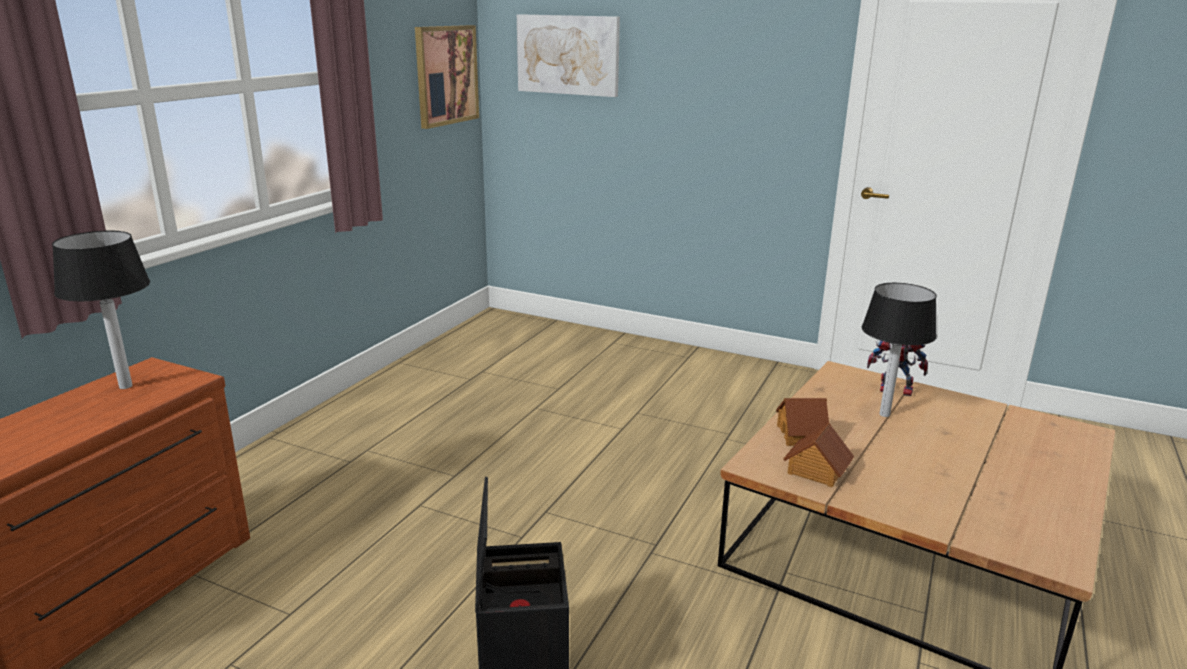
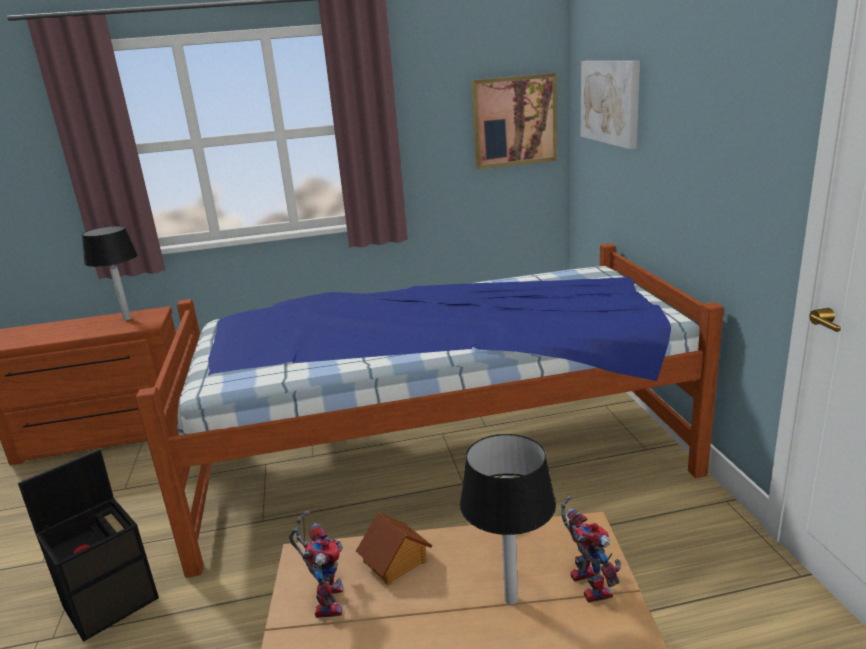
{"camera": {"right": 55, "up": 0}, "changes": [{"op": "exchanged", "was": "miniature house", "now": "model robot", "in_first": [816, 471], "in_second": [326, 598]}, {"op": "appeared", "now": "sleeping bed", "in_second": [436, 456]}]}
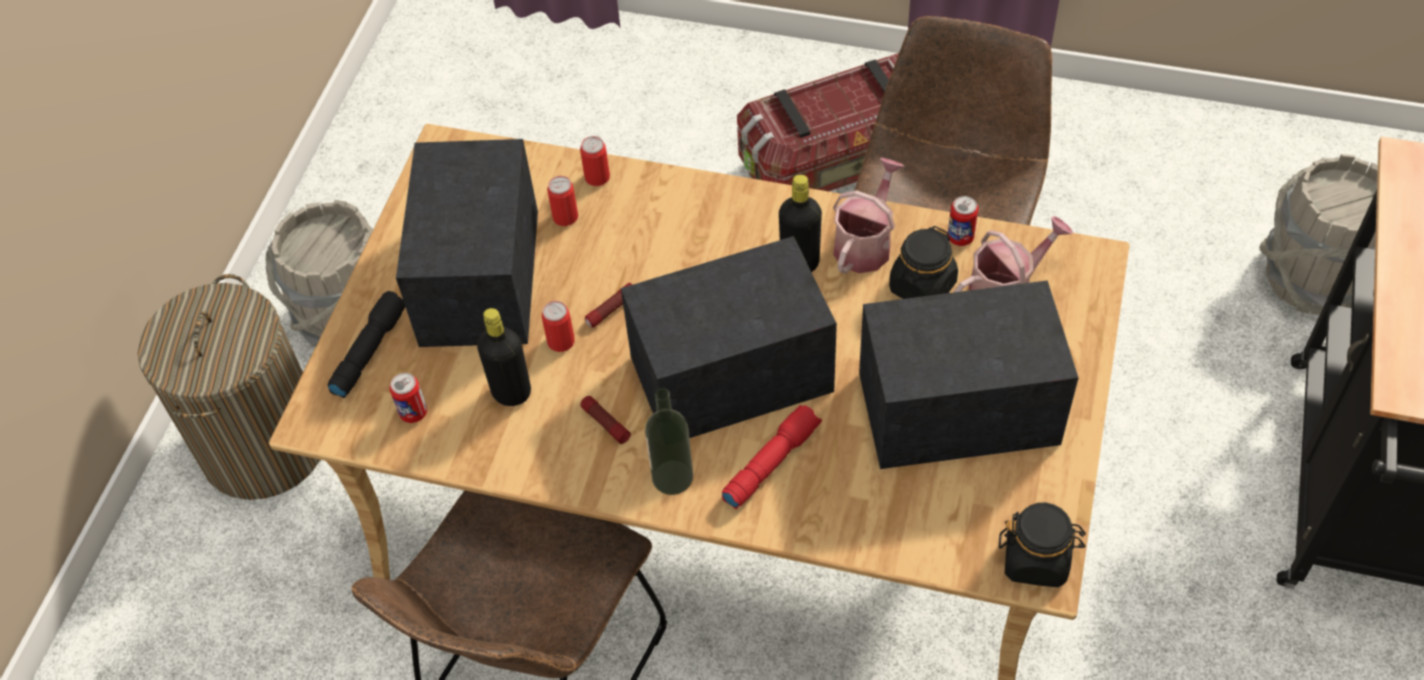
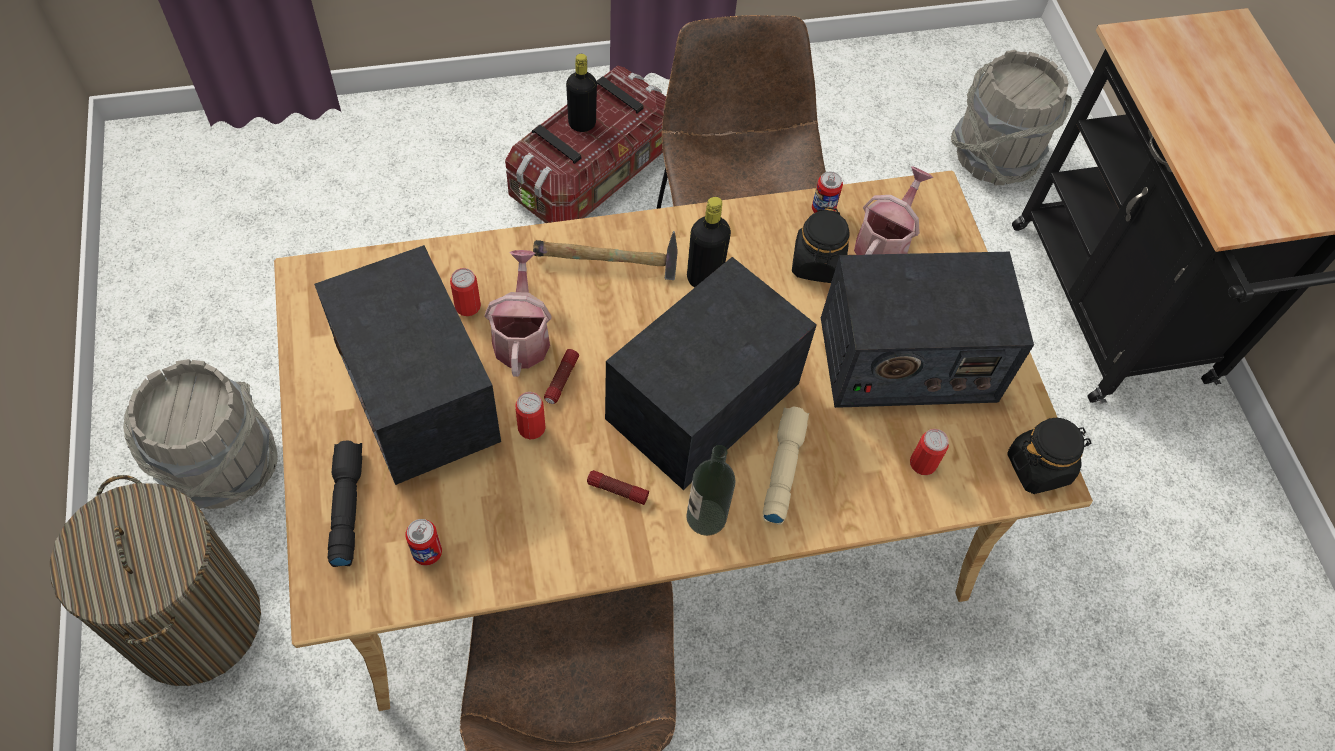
{"camera": {"right": -35, "up": 5}, "changes": [{"op": "relocated", "was": "sealed can", "in_first": [597, 177], "in_second": [923, 463]}, {"op": "relocated", "was": "watering can", "in_first": [865, 243], "in_second": [521, 336]}, {"op": "spun", "was": "radio", "in_first": [959, 408], "in_second": [906, 359], "clockwise": -150}, {"op": "relocated", "was": "beverage bottle/blackish", "in_first": [511, 392], "in_second": [582, 124]}, {"op": "colour", "was": "hand torch/reddish", "now": "hand torch/sand-coloured", "in_first": [770, 462], "in_second": [782, 468]}, {"op": "appeared", "now": "tool hammer", "in_second": [610, 265]}]}
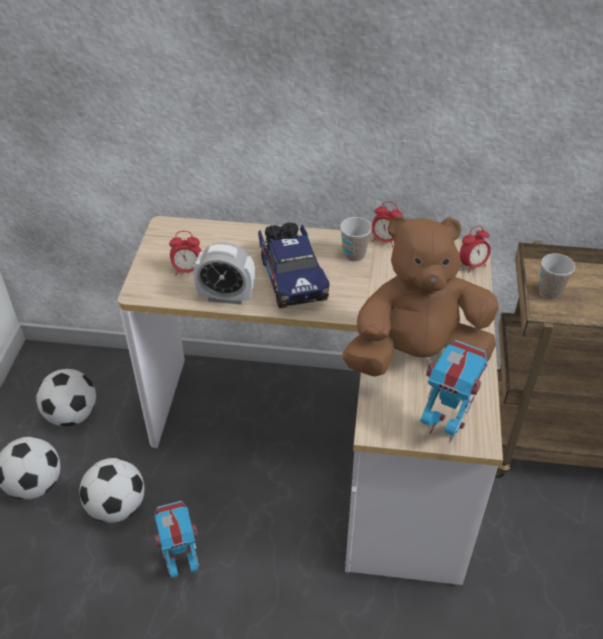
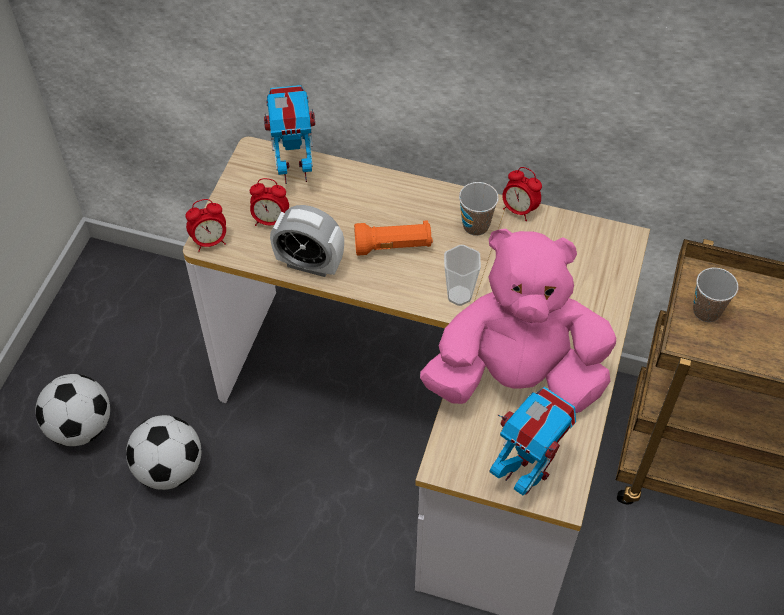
{"camera": {"right": 10, "up": 10}, "changes": [{"op": "colour", "was": "soft toy/brown", "now": "soft toy/pink", "in_first": [416, 356], "in_second": [516, 378]}, {"op": "exchanged", "was": "model truck", "now": "hand torch/orangey", "in_first": [292, 276], "in_second": [393, 247]}, {"op": "relocated", "was": "alarm clock", "in_first": [472, 265], "in_second": [210, 241]}, {"op": "missing", "was": "football", "in_first": [72, 415]}, {"op": "relocated", "was": "model robot", "in_first": [182, 564], "in_second": [294, 172]}, {"op": "appeared", "now": "drinking cup", "in_second": [459, 295]}]}
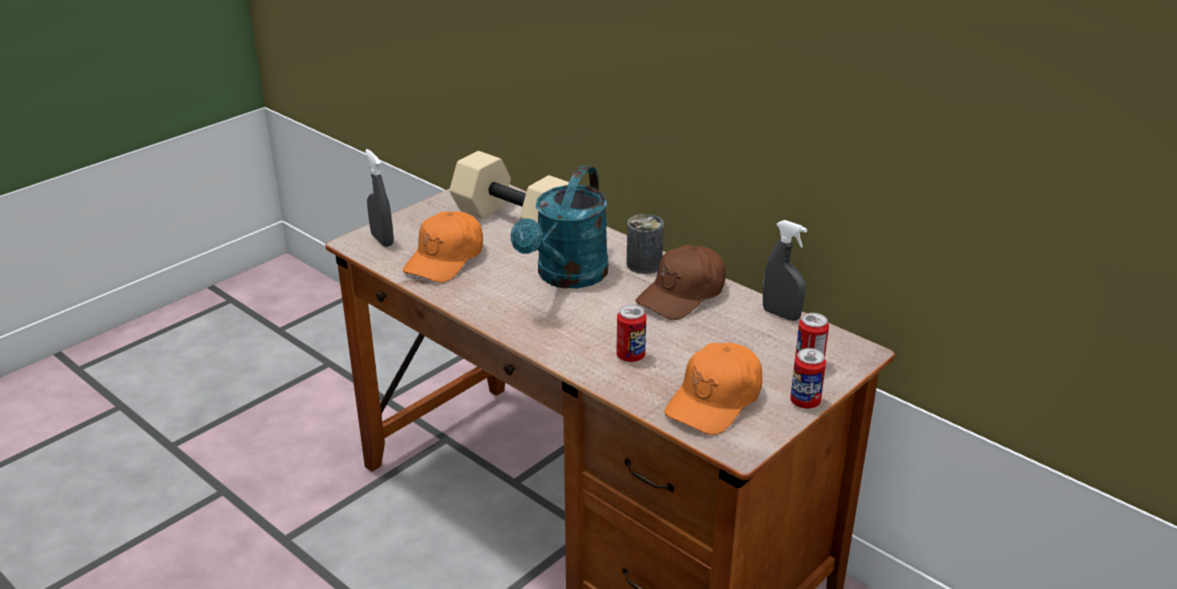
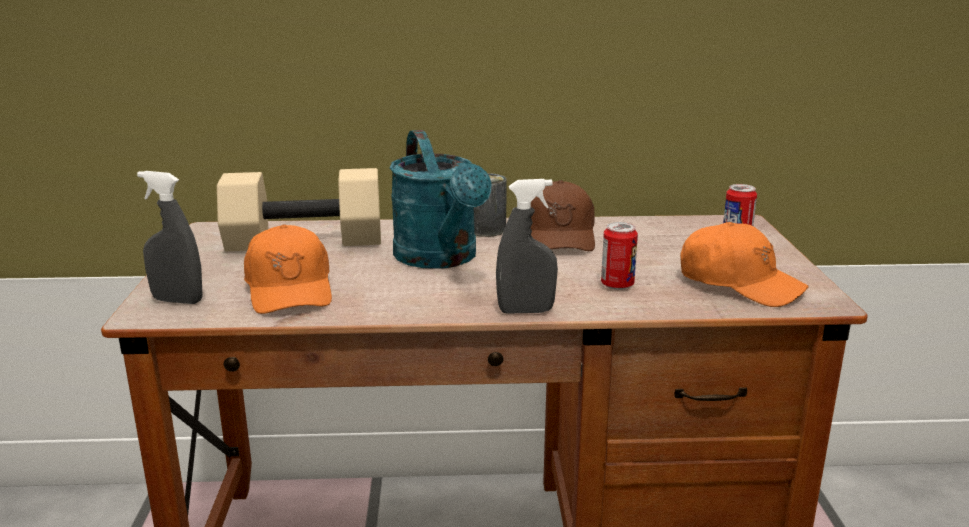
{"camera": {"right": -45, "up": -10}, "changes": [{"op": "relocated", "was": "spray bottle/grey", "in_first": [781, 314], "in_second": [526, 311]}, {"op": "spun", "was": "cap/orangey", "in_first": [715, 401], "in_second": [739, 283], "clockwise": -45}, {"op": "missing", "was": "sealed can", "in_first": [805, 402]}]}
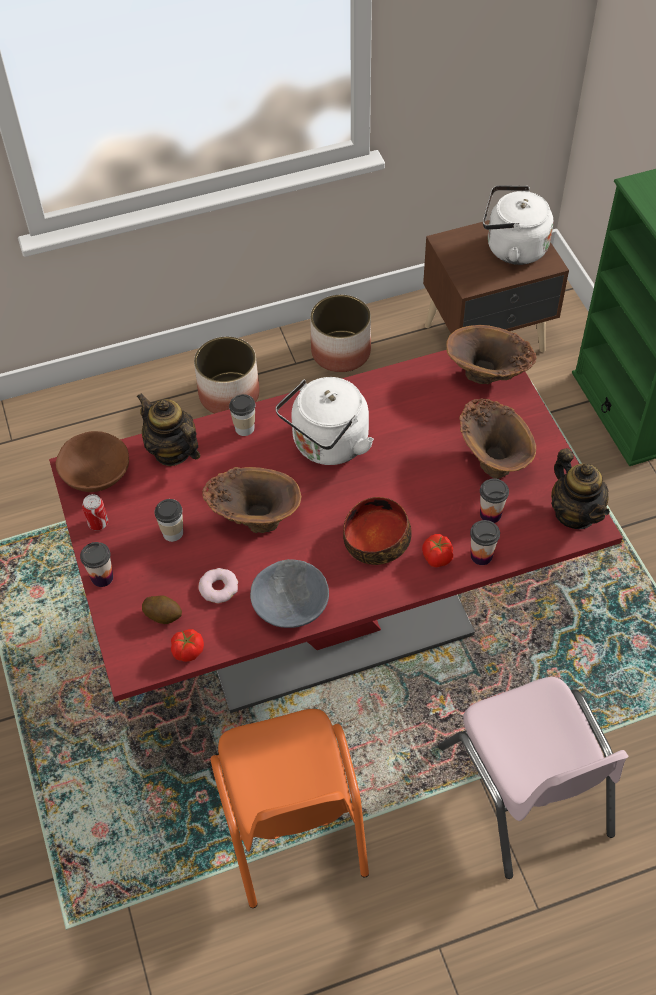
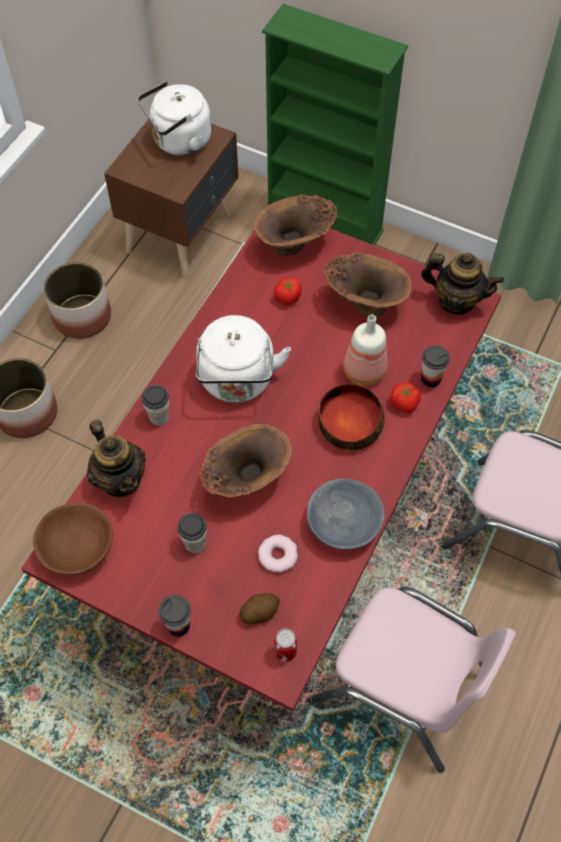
{"camera": {"right": -45, "up": 5}, "changes": [{"op": "spun", "was": "tea pot", "in_first": [172, 451], "in_second": [121, 479], "clockwise": -120}, {"op": "missing", "was": "drinking cup", "in_first": [490, 514]}, {"op": "relocated", "was": "sealed can", "in_first": [98, 523], "in_second": [285, 651]}, {"op": "relocated", "was": "tomato", "in_first": [188, 651], "in_second": [287, 298]}, {"op": "colour", "was": "chair/orangey", "now": "chair/pink", "in_first": [290, 820], "in_second": [403, 687]}, {"op": "appeared", "now": "beverage bottle", "in_second": [363, 371]}]}
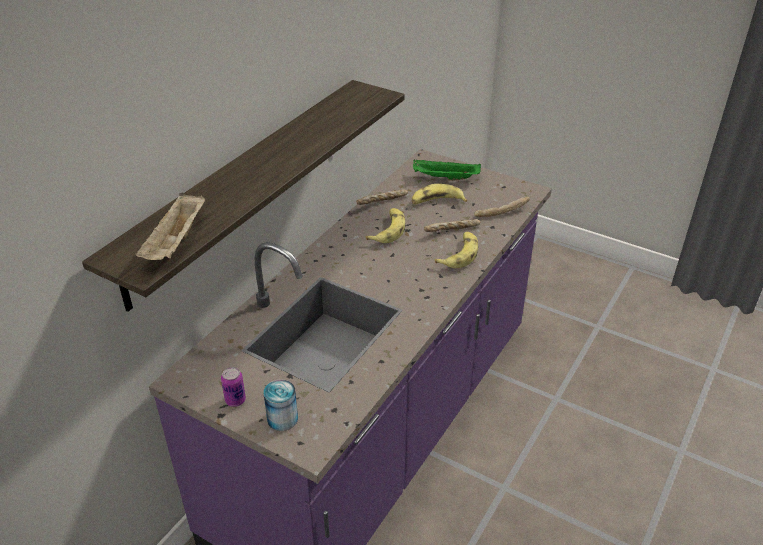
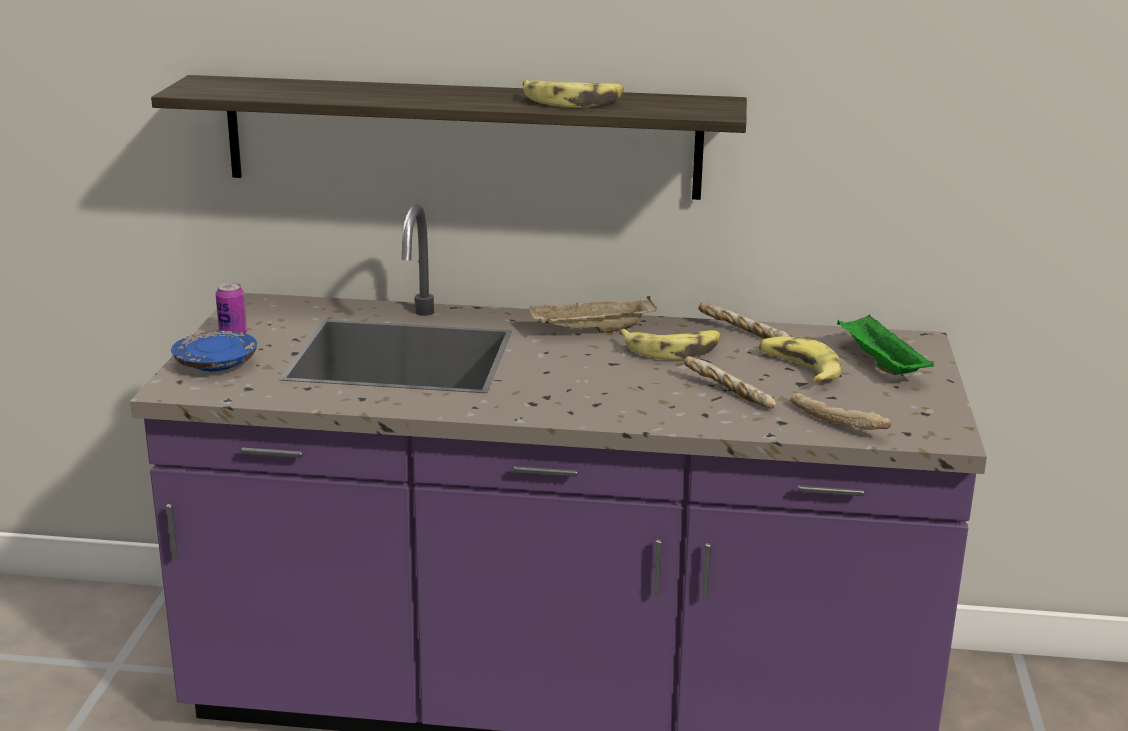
{"camera": {"right": 65, "up": -15}, "changes": [{"op": "relocated", "was": "carrying tray/sand-coloured", "in_first": [176, 242], "in_second": [591, 331]}, {"op": "relocated", "was": "banana", "in_first": [459, 255], "in_second": [572, 102]}, {"op": "exchanged", "was": "sealed can", "now": "flat dish/bluish", "in_first": [282, 419], "in_second": [215, 364]}]}
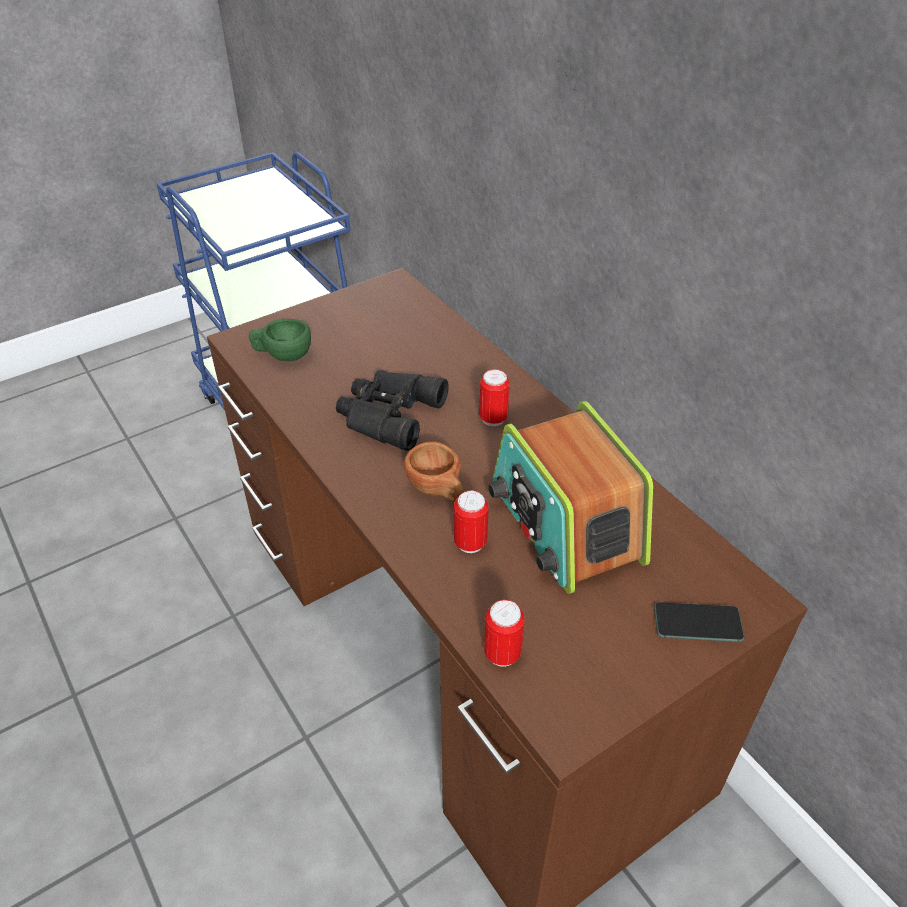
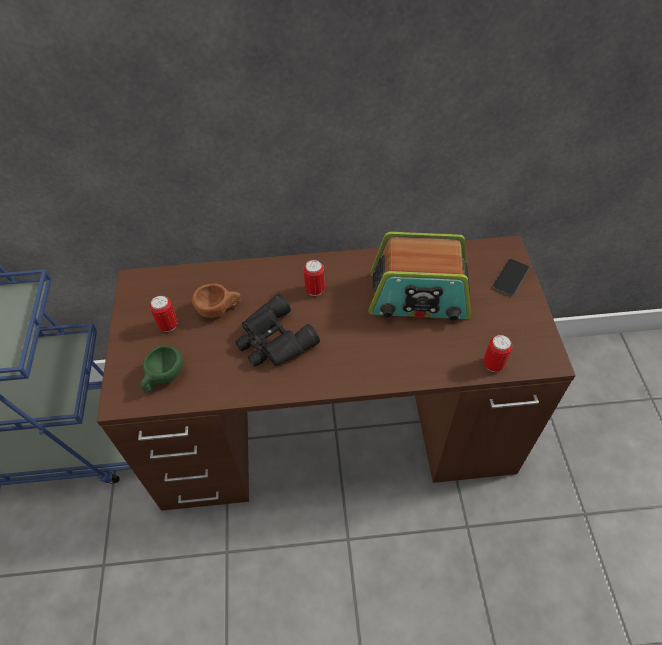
{"camera": {"right": -60, "up": 10}, "changes": [{"op": "relocated", "was": "drinking cup/brown", "in_first": [438, 490], "in_second": [219, 309]}, {"op": "relocated", "was": "sealed can", "in_first": [470, 543], "in_second": [168, 325]}]}
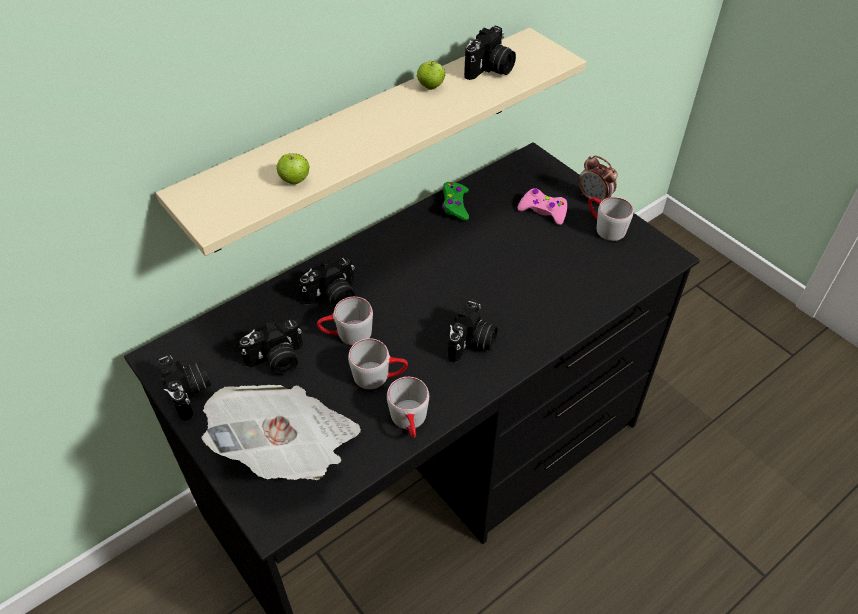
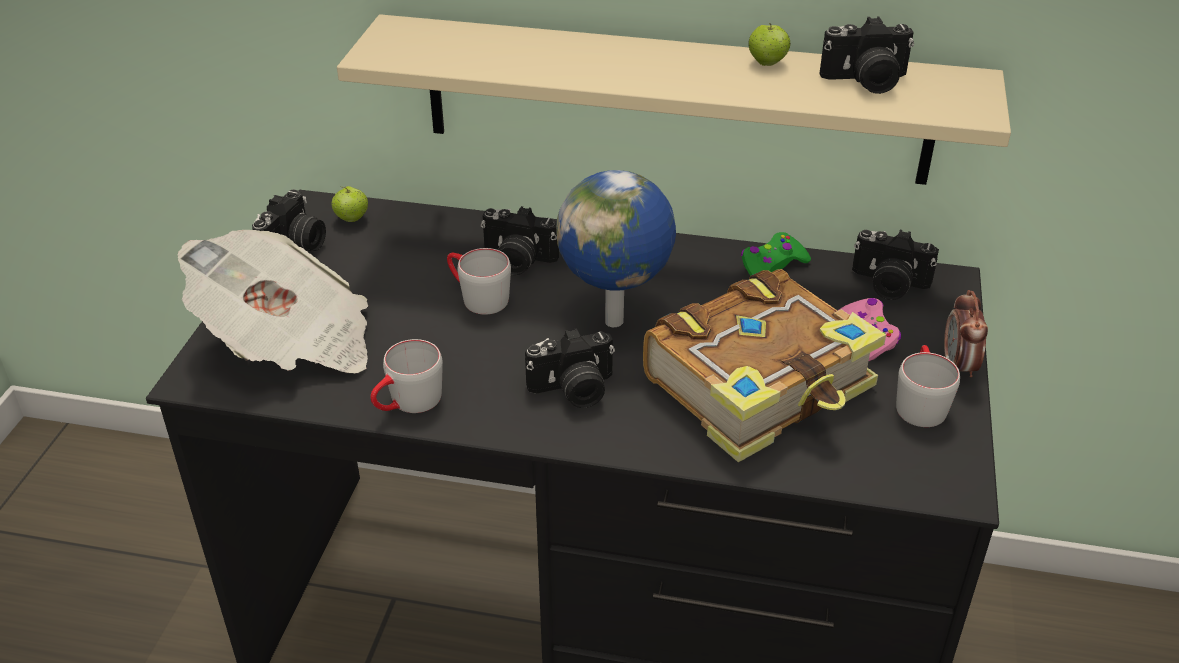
{"camera": {"right": 50, "up": -10}, "changes": [{"op": "relocated", "was": "whole apple", "in_first": [295, 180], "in_second": [352, 219]}, {"op": "relocated", "was": "still camera", "in_first": [277, 360], "in_second": [888, 285]}, {"op": "missing", "was": "coffee mug/grey", "in_first": [379, 376]}, {"op": "appeared", "now": "desk globe", "in_second": [616, 321]}, {"op": "appeared", "now": "volume", "in_second": [761, 385]}]}
